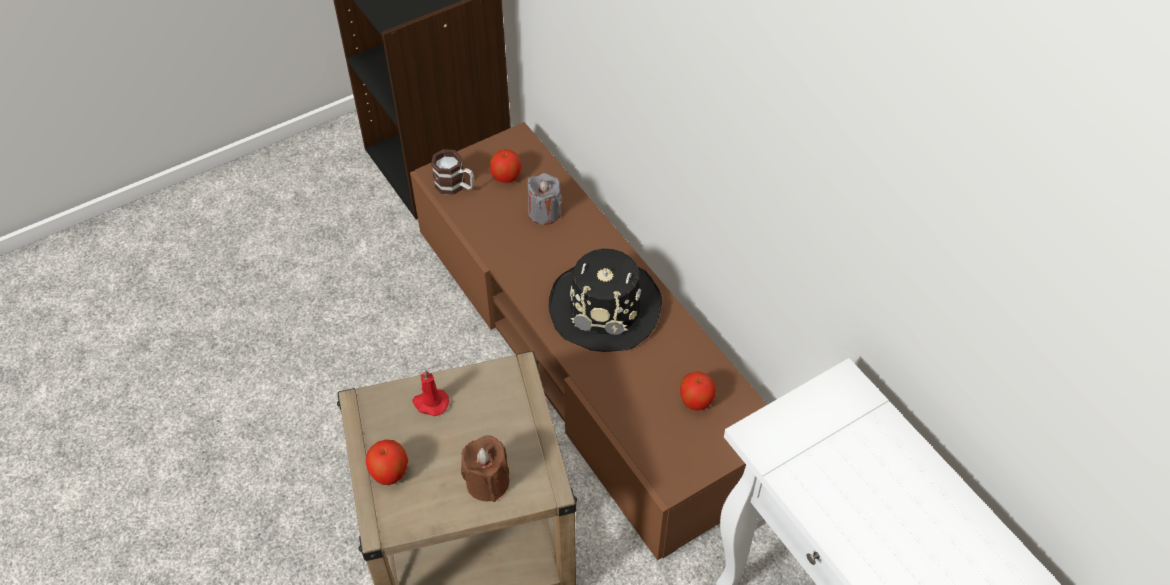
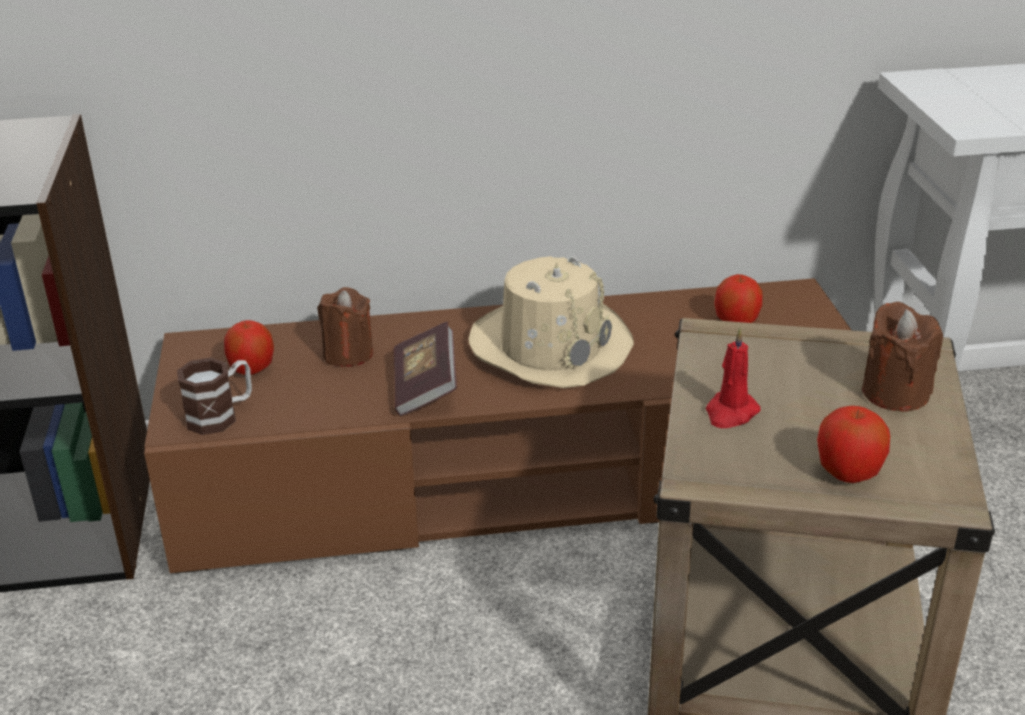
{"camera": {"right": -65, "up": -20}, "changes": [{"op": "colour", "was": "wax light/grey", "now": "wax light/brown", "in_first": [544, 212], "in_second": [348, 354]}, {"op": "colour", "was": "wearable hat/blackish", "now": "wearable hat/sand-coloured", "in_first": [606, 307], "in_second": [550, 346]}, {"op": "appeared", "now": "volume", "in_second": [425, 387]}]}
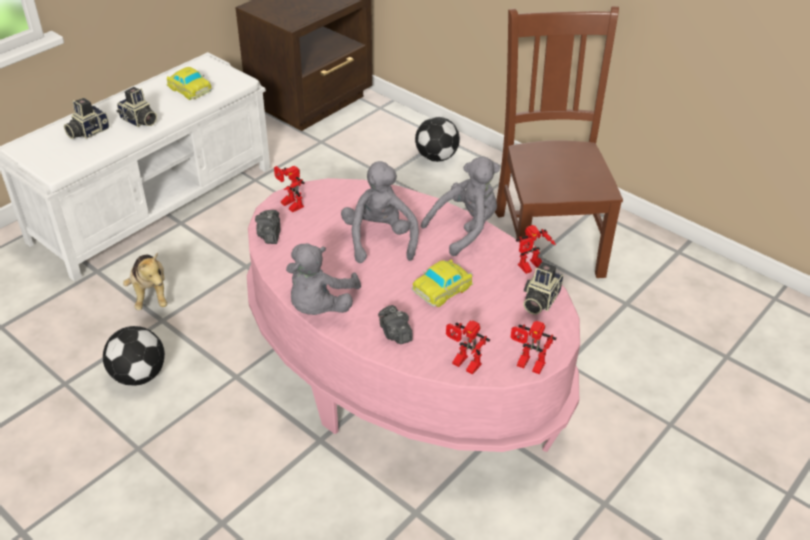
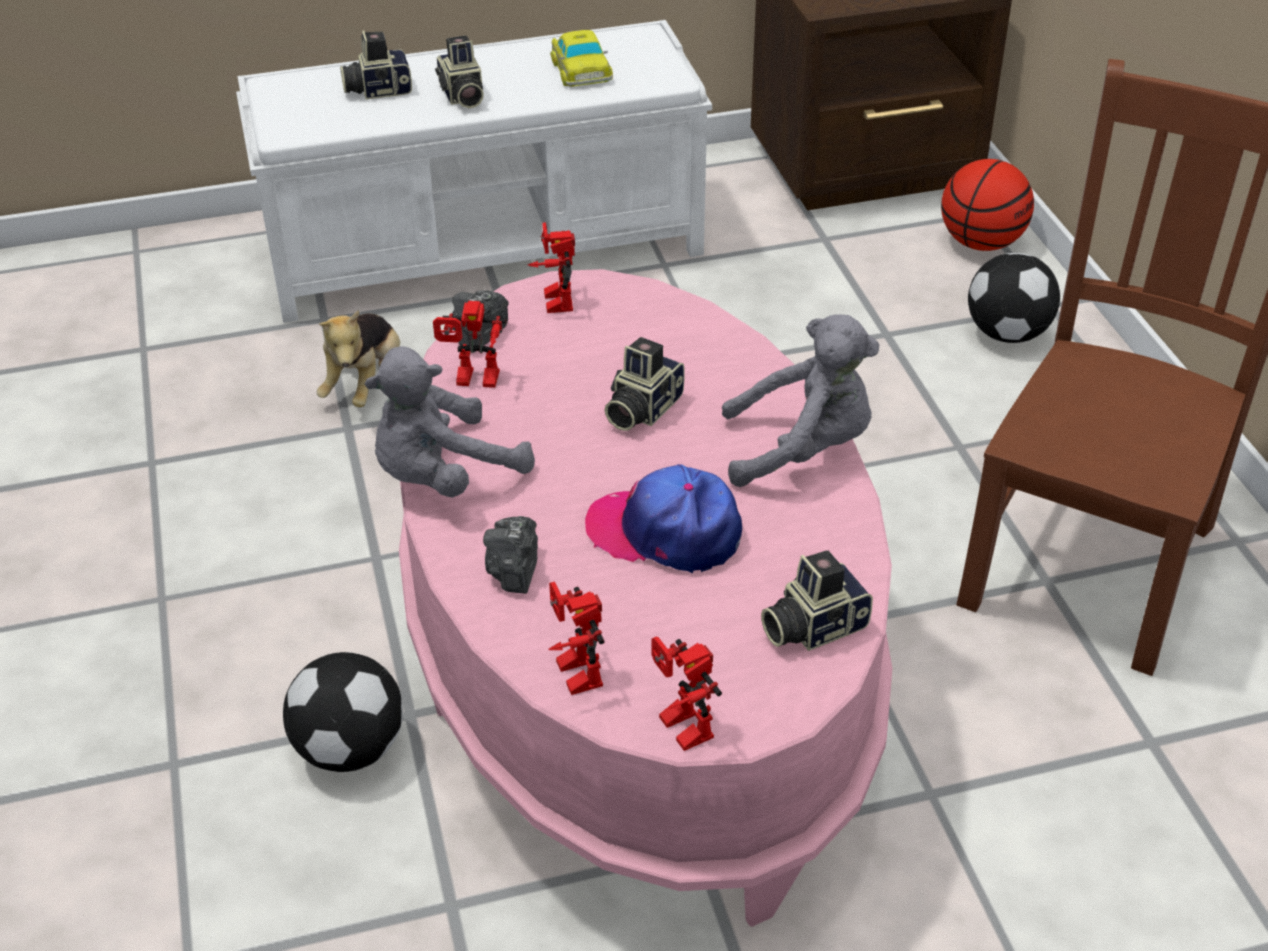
{"camera": {"right": 35, "up": 0}, "changes": [{"op": "exchanged", "was": "soft toy/grey", "now": "still camera", "in_first": [379, 239], "in_second": [641, 409]}, {"op": "relocated", "was": "model robot", "in_first": [531, 268], "in_second": [473, 381]}, {"op": "exchanged", "was": "model car", "now": "cap", "in_first": [443, 288], "in_second": [665, 532]}, {"op": "relocated", "was": "football", "in_first": [138, 375], "in_second": [349, 748]}, {"op": "appeared", "now": "basketball ball", "in_second": [981, 243]}]}
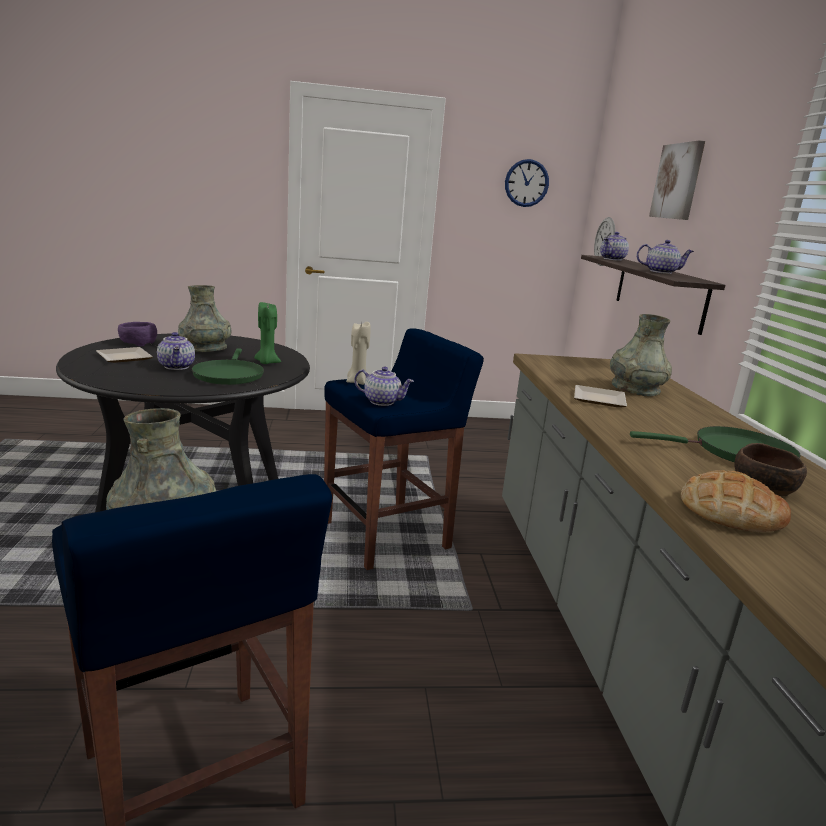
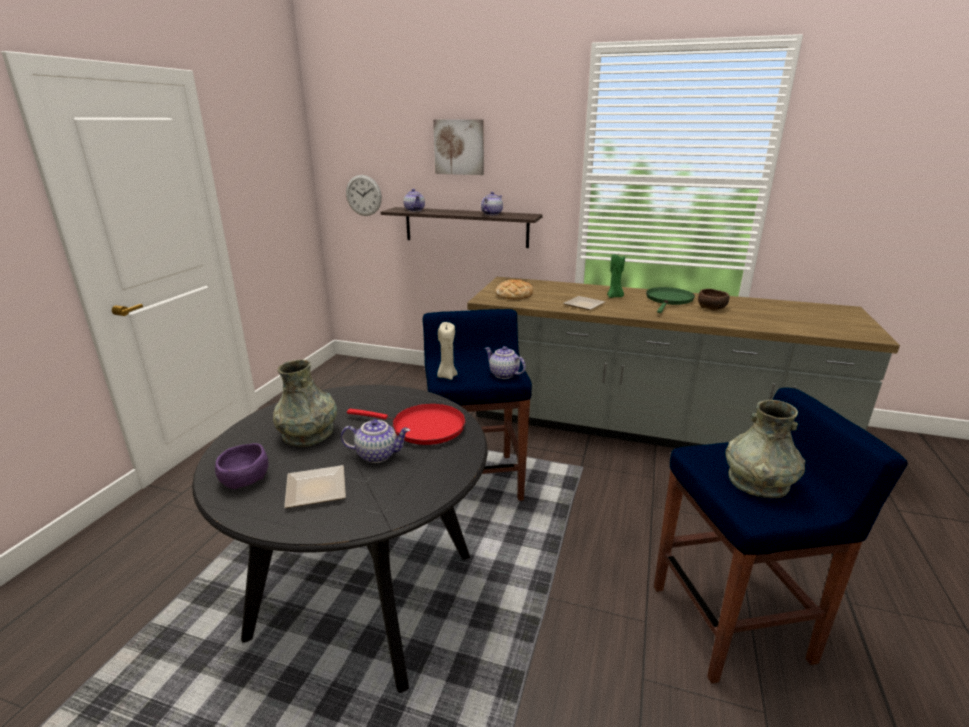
{"camera": {"right": -65, "up": 5}, "changes": [{"op": "missing", "was": "clock on the wall", "in_first": [526, 183]}, {"op": "relocated", "was": "wax light/greenish", "in_first": [266, 362], "in_second": [614, 296]}, {"op": "missing", "was": "flower vase/grey", "in_first": [635, 389]}, {"op": "colour", "was": "frying pan/greenish", "now": "frying pan/reddish", "in_first": [228, 375], "in_second": [423, 428]}, {"op": "spun", "was": "tea pot", "in_first": [382, 401], "in_second": [503, 374], "clockwise": -90}, {"op": "relocated", "was": "baked bread", "in_first": [730, 511], "in_second": [514, 295]}]}
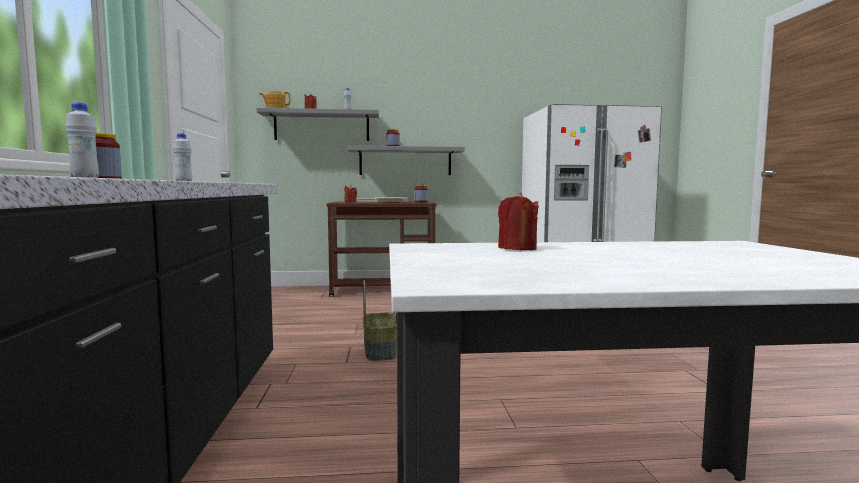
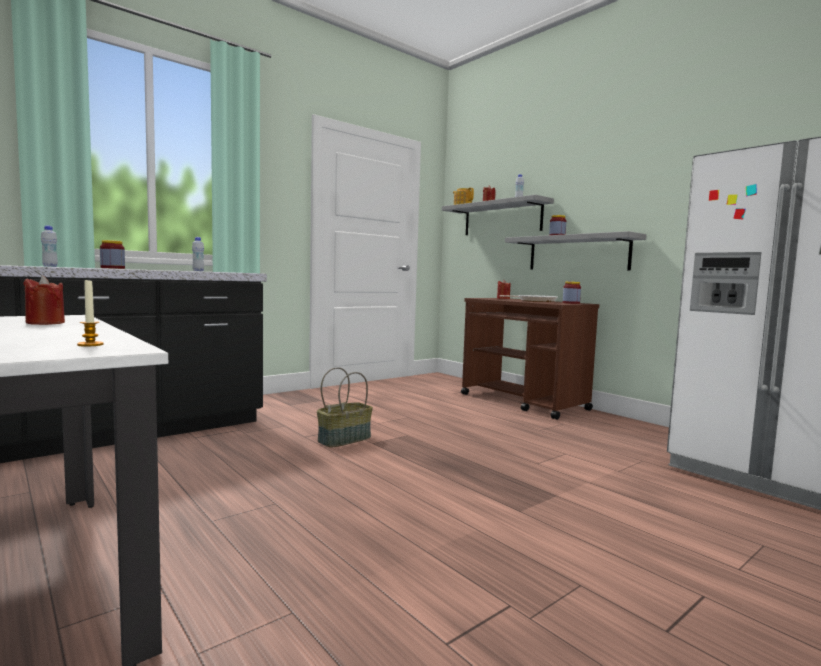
{"camera": {"right": 55, "up": 0}, "changes": [{"op": "appeared", "now": "wax light", "in_second": [90, 345]}]}
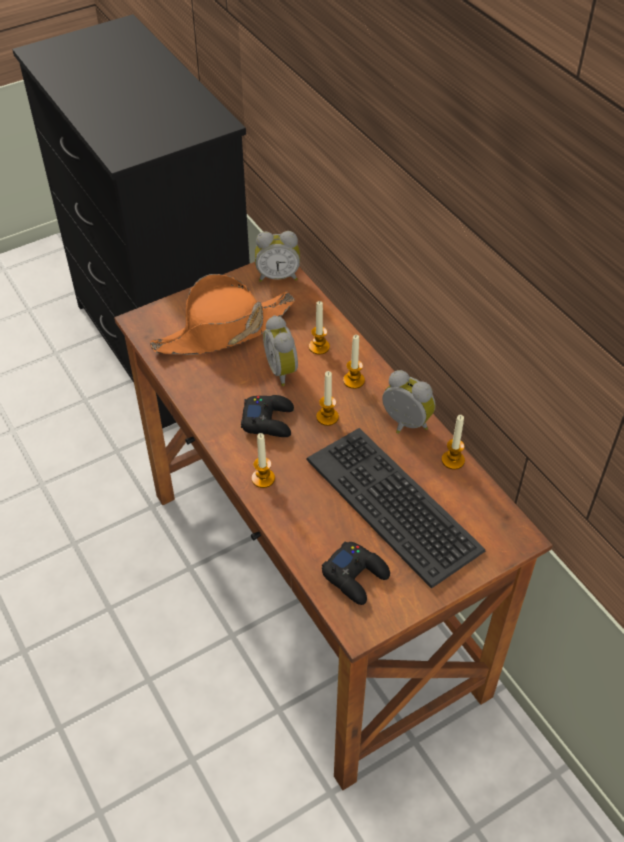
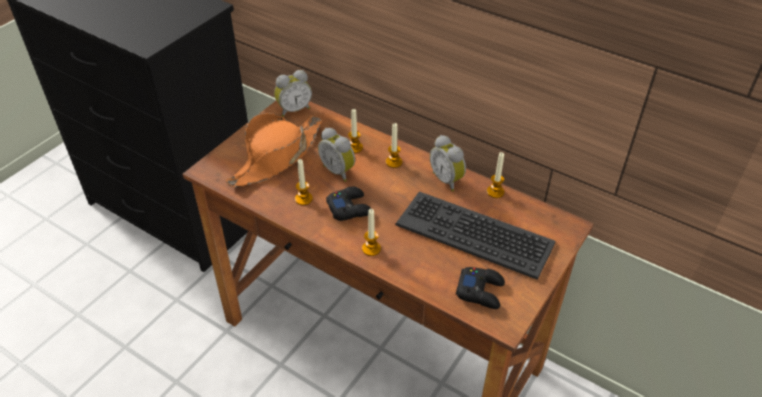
{"camera": {"right": -25, "up": -5}, "changes": [{"op": "spun", "was": "alarm clock", "in_first": [404, 425], "in_second": [448, 180], "clockwise": -135}, {"op": "relocated", "was": "wax light", "in_first": [327, 417], "in_second": [303, 199]}]}
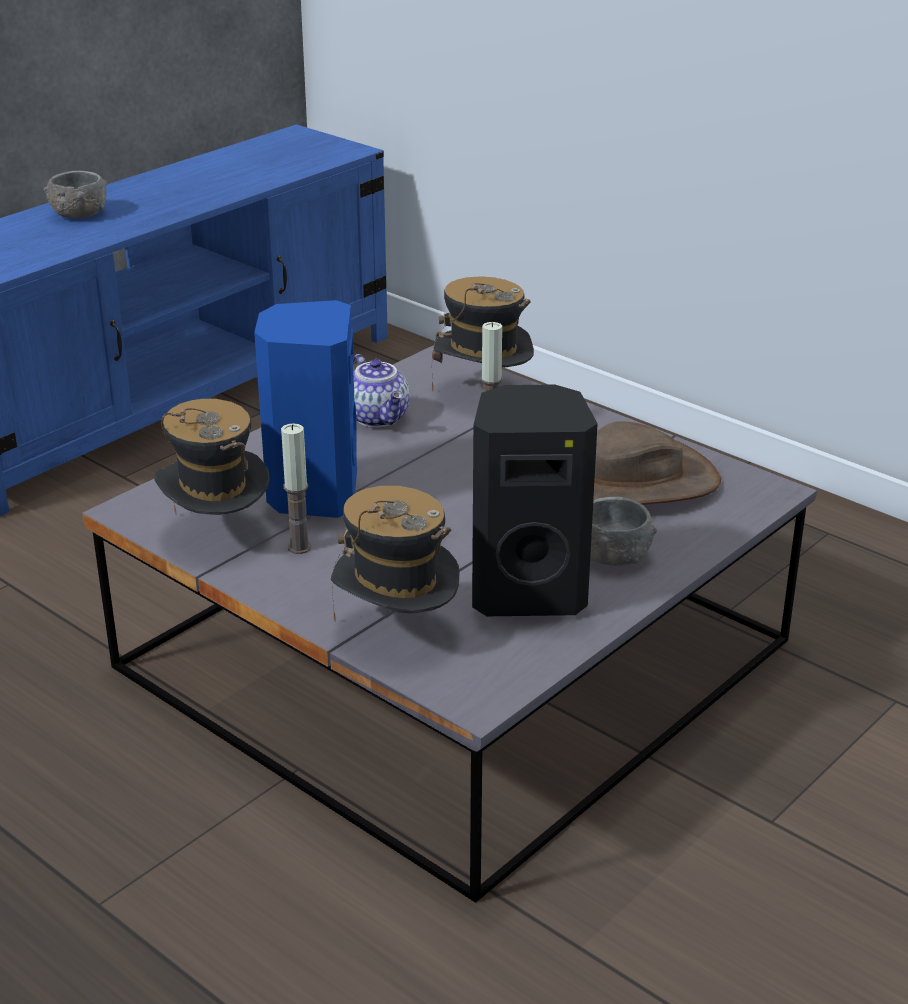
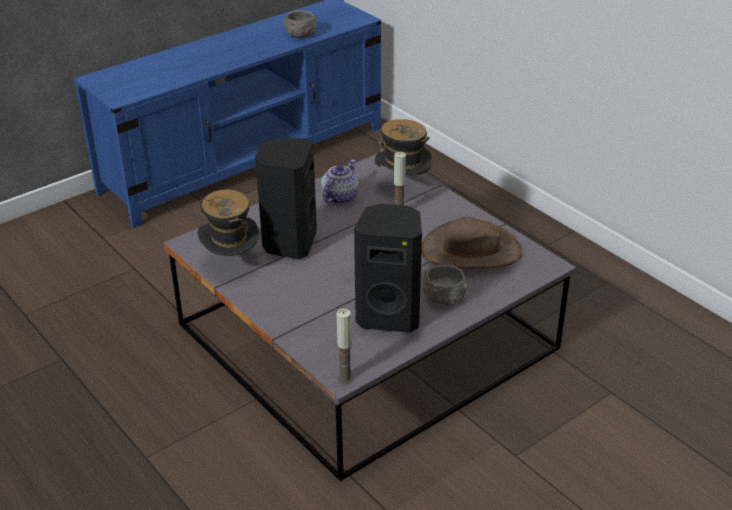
{"camera": {"right": 10, "up": 5}, "changes": [{"op": "relocated", "was": "serving bowl/grey", "in_first": [79, 214], "in_second": [301, 35]}, {"op": "colour", "was": "speaker/bluish", "now": "speaker/blackish", "in_first": [312, 494], "in_second": [289, 243]}, {"op": "spun", "was": "tea pot", "in_first": [379, 418], "in_second": [339, 197], "clockwise": -135}, {"op": "relocated", "was": "wax light", "in_first": [299, 547], "in_second": [345, 378]}, {"op": "missing", "was": "wearable hat", "in_first": [396, 632]}]}
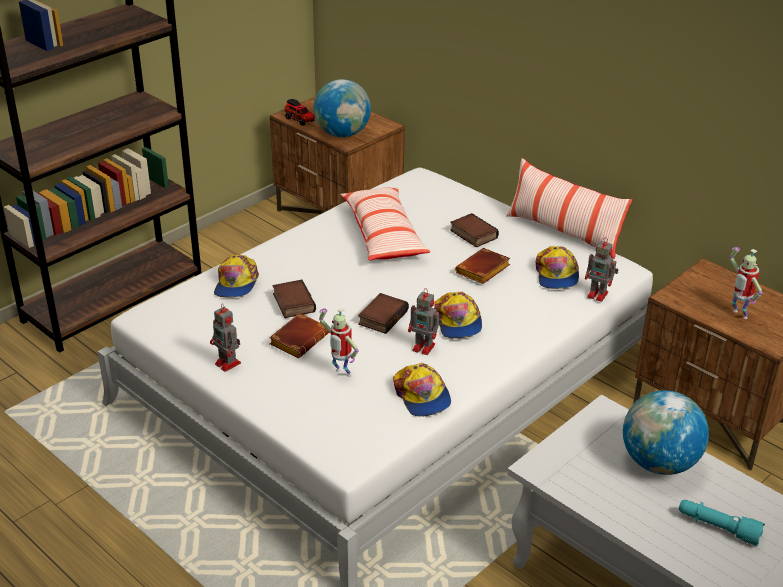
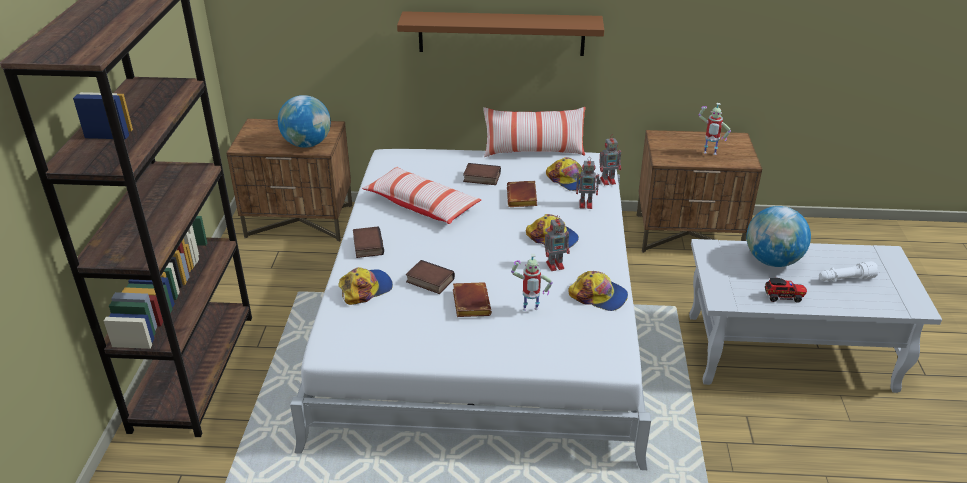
{"camera": {"right": -40, "up": 0}, "changes": [{"op": "relocated", "was": "model truck", "in_first": [300, 120], "in_second": [784, 297]}, {"op": "spun", "was": "cap", "in_first": [236, 283], "in_second": [365, 288], "clockwise": -90}, {"op": "relocated", "was": "volume", "in_first": [382, 317], "in_second": [367, 245]}, {"op": "relocated", "was": "model robot", "in_first": [228, 364], "in_second": [586, 204]}, {"op": "colour", "was": "hand torch/turquoise-coloured", "now": "hand torch/whitish", "in_first": [718, 528], "in_second": [845, 279]}, {"op": "appeared", "now": "bracket shelf/brown", "in_second": [501, 33]}]}
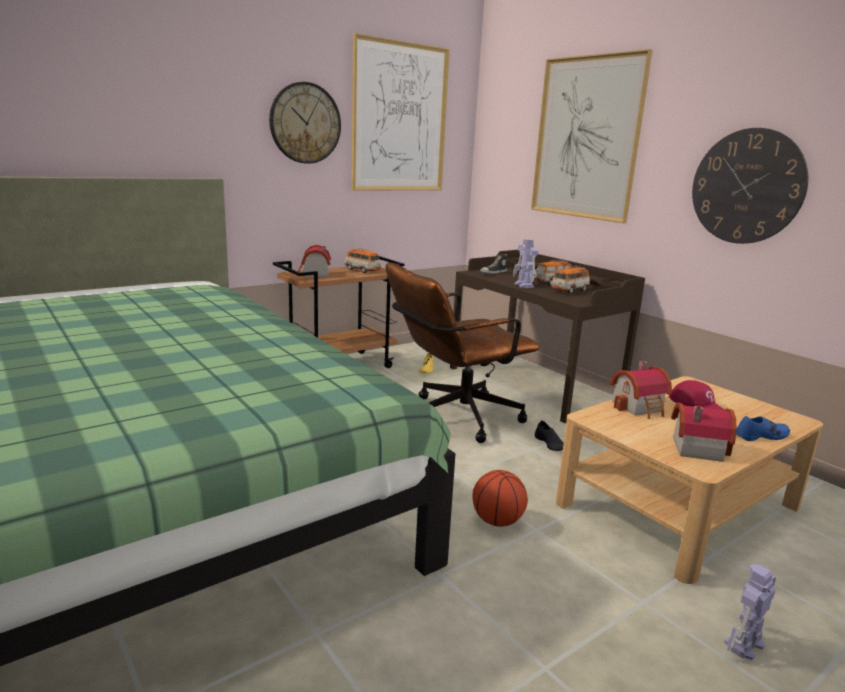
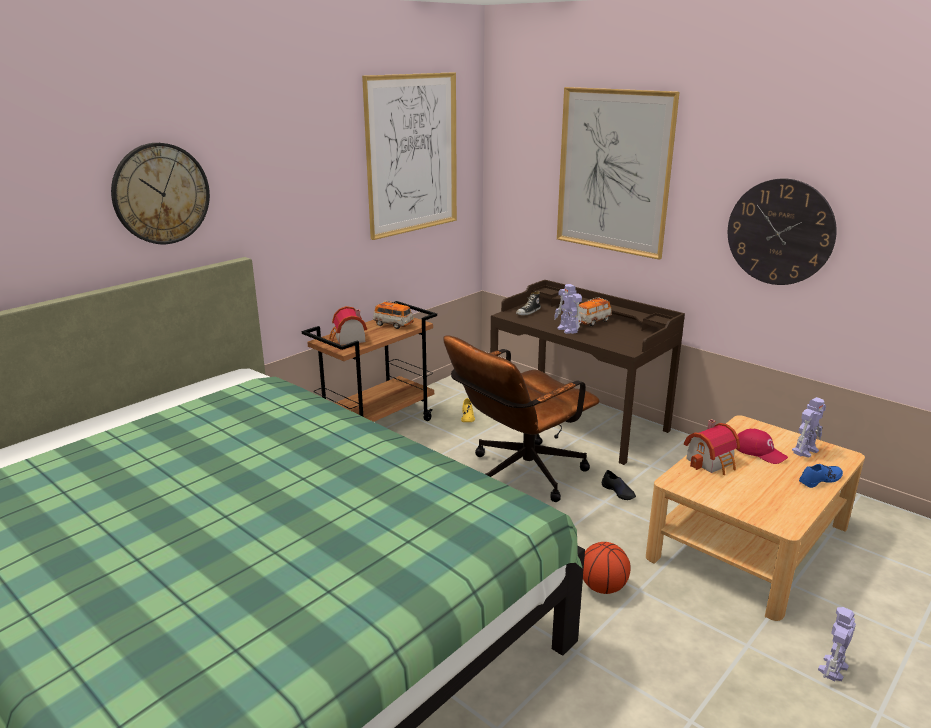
{"camera": {"right": -10, "up": 5}, "changes": [{"op": "relocated", "was": "clock on the wall", "in_first": [305, 123], "in_second": [161, 194]}, {"op": "missing", "was": "model car", "in_first": [569, 291]}, {"op": "missing", "was": "miniature house", "in_first": [695, 447]}, {"op": "appeared", "now": "model robot", "in_second": [805, 450]}]}
